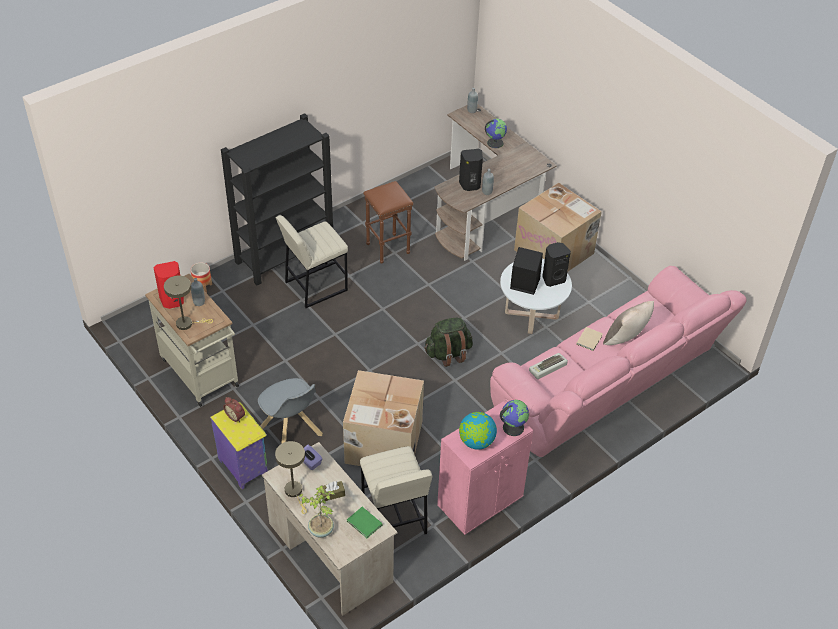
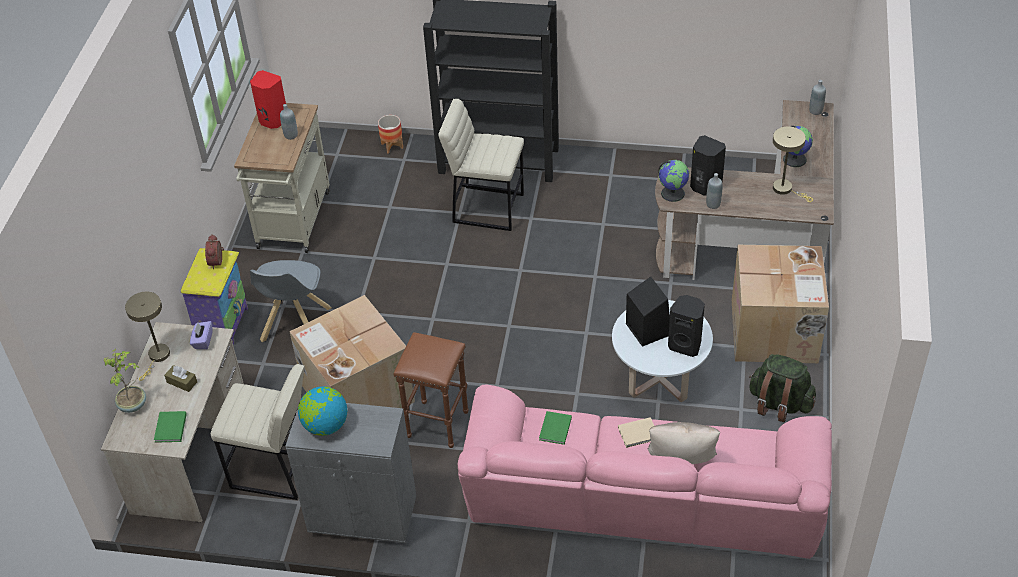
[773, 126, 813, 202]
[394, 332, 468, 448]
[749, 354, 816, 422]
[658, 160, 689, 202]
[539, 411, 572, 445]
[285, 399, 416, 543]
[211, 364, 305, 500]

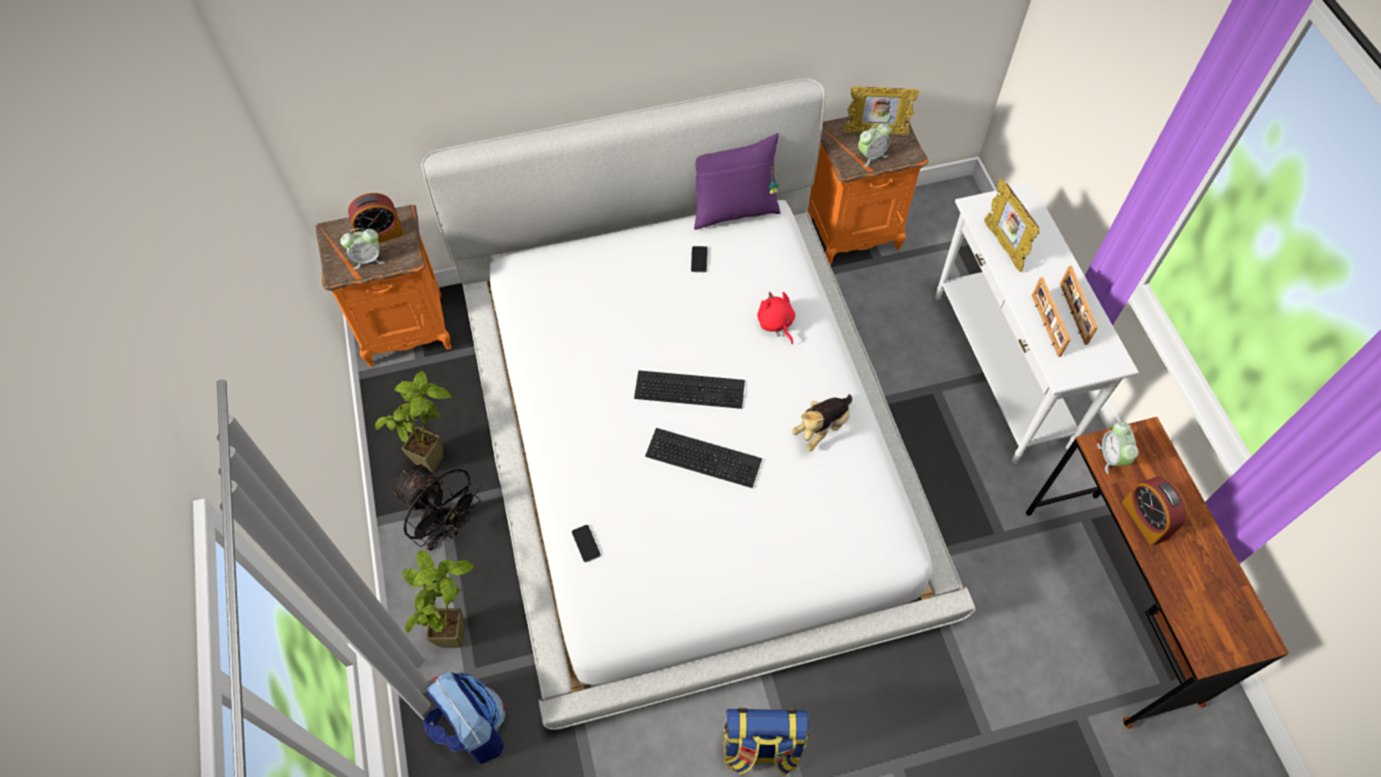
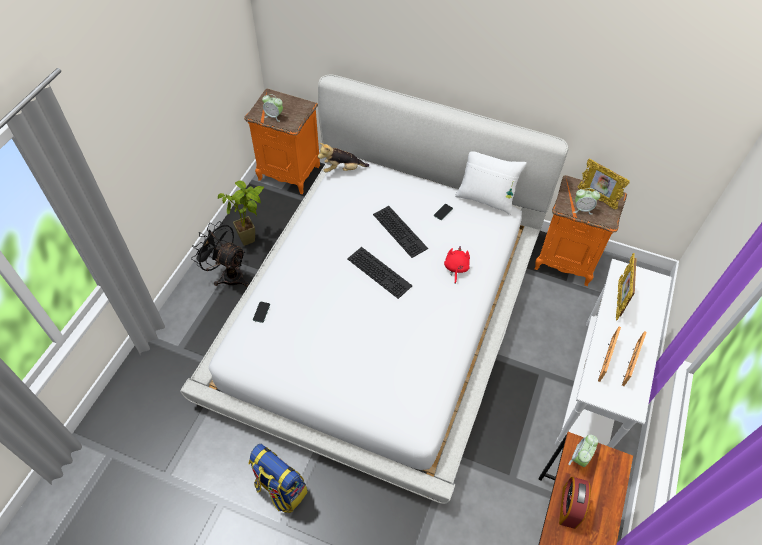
[348, 193, 404, 243] (first image)
[402, 550, 474, 648] (first image)
[423, 672, 505, 764] (first image)
[373, 206, 428, 258]
[318, 143, 369, 173]
[455, 151, 527, 215]
[191, 221, 249, 287]

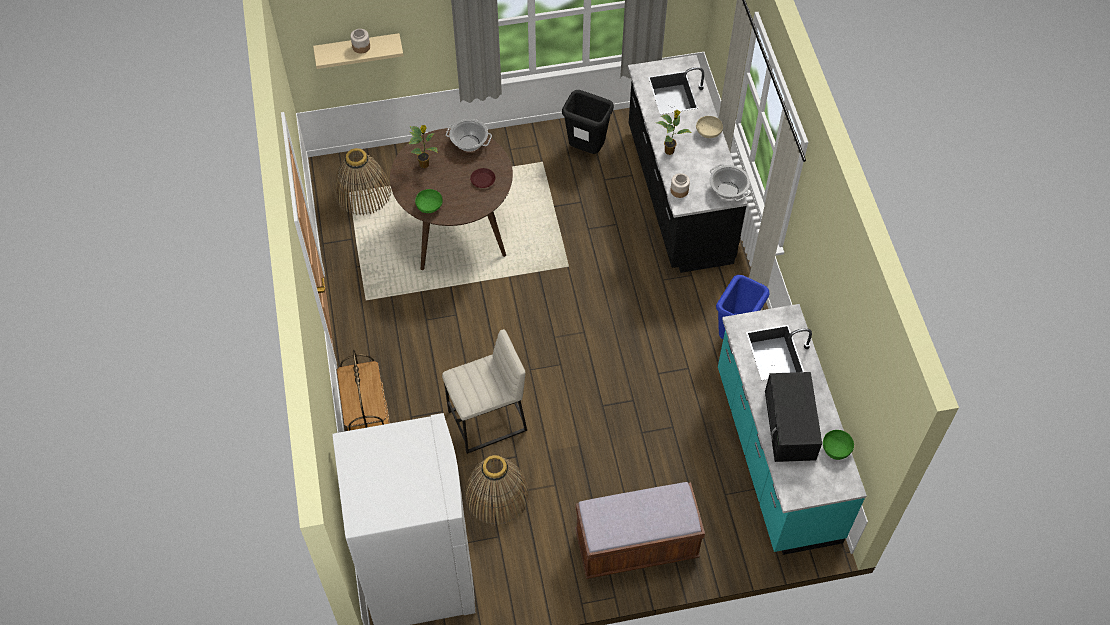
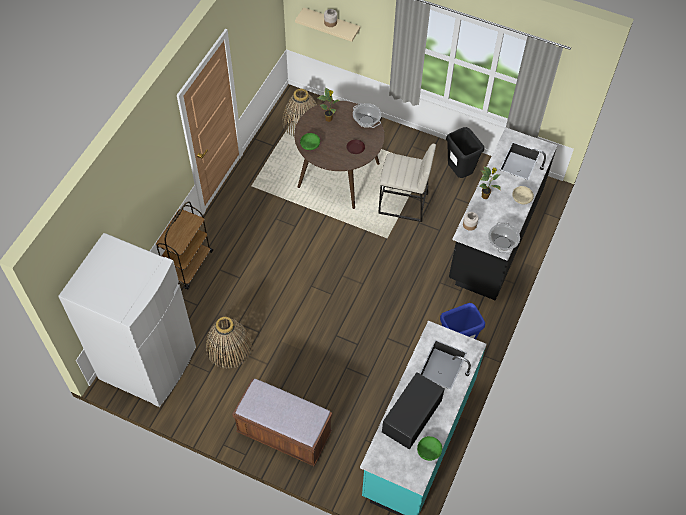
[378, 144, 436, 222]

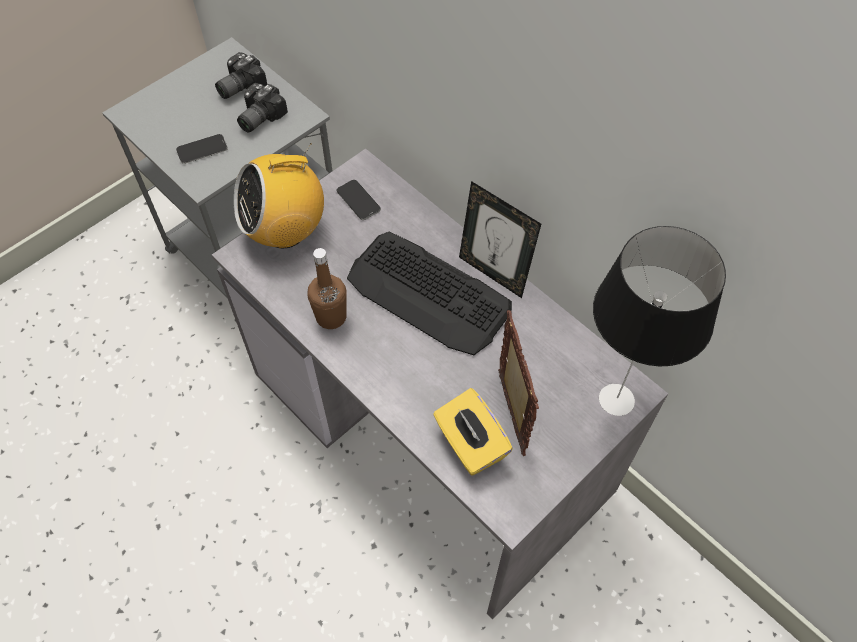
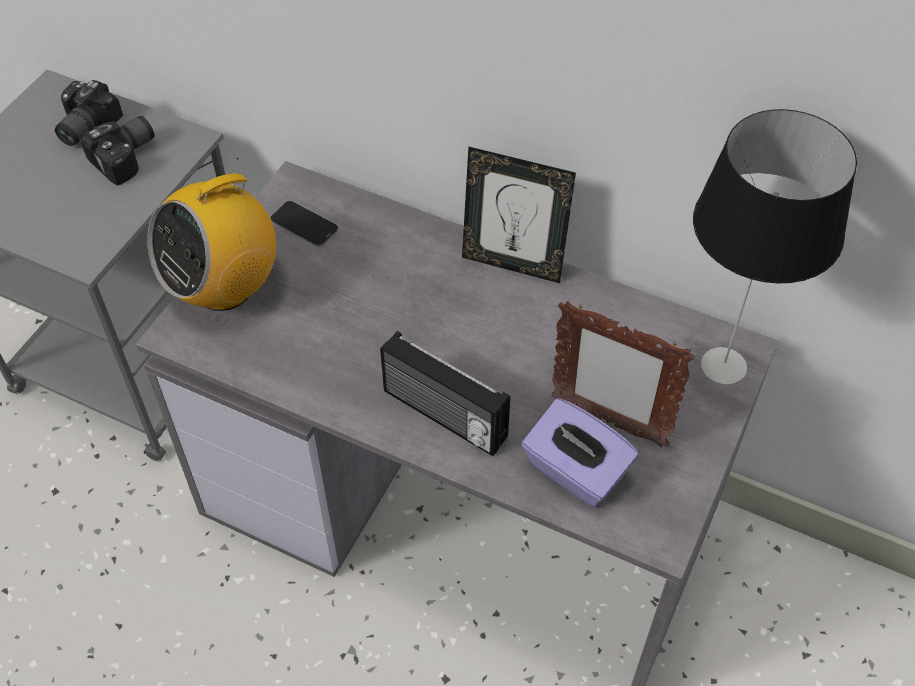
[176, 134, 228, 164] (first image)
[307, 248, 347, 329] (first image)
[347, 231, 512, 355] (first image)
[380, 331, 510, 456]
[522, 398, 639, 507]
[81, 116, 155, 185]
[551, 301, 695, 447]

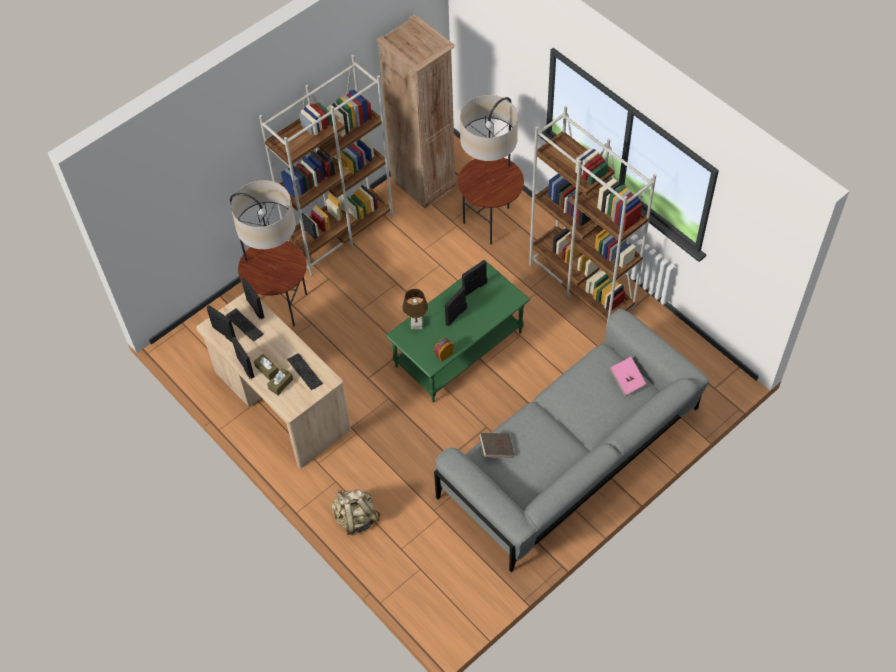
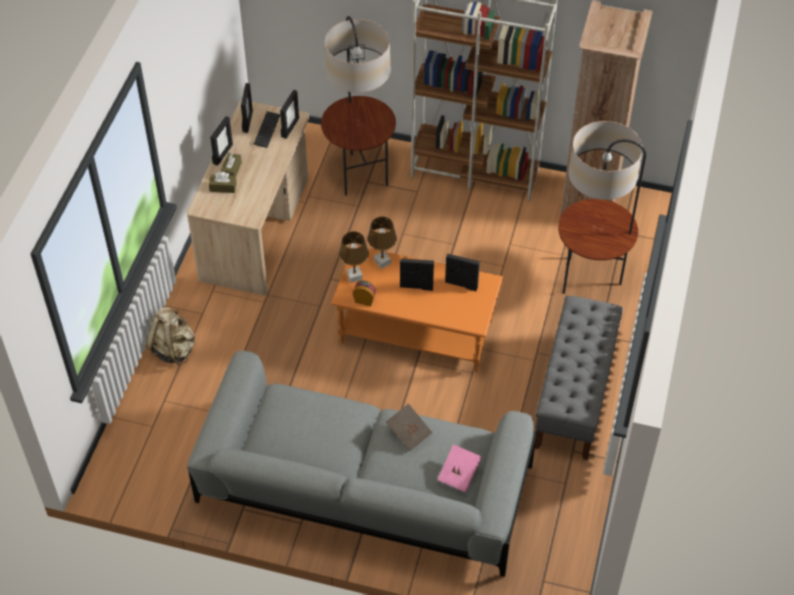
[287, 353, 323, 390] (first image)
[339, 231, 369, 283]
[386, 403, 433, 451]
[535, 295, 623, 460]
[331, 246, 503, 372]

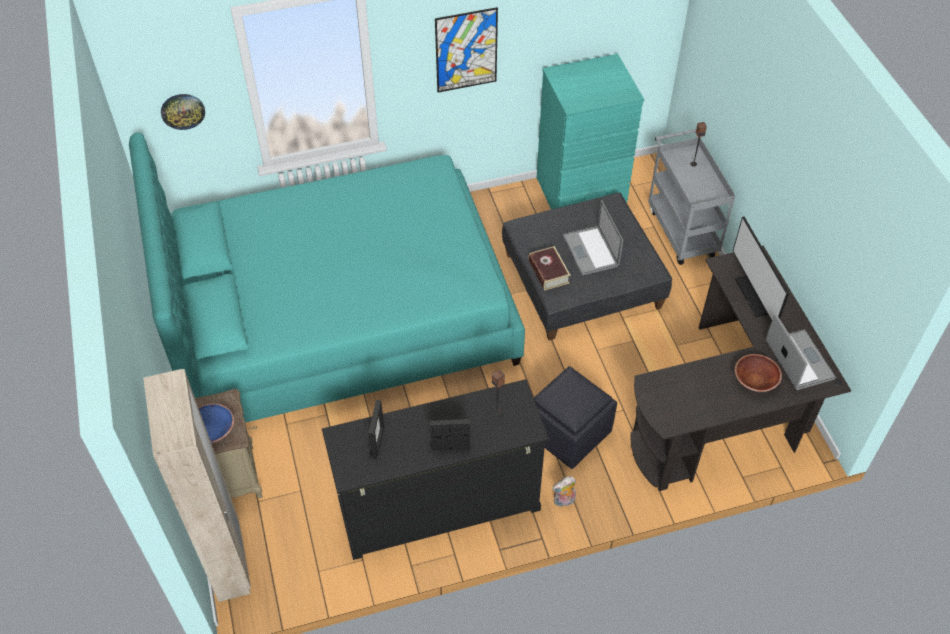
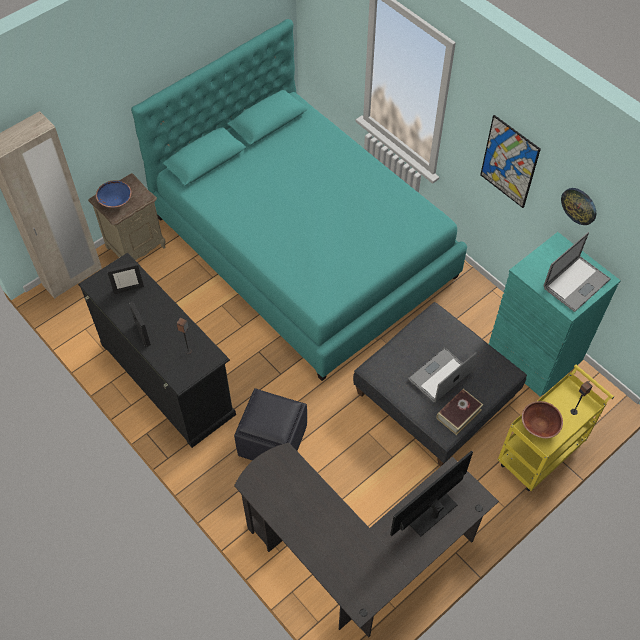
[552, 476, 576, 507] (first image)
[561, 188, 596, 225]
[437, 389, 483, 435]
[522, 401, 563, 439]
[543, 232, 610, 312]
[498, 364, 614, 491]

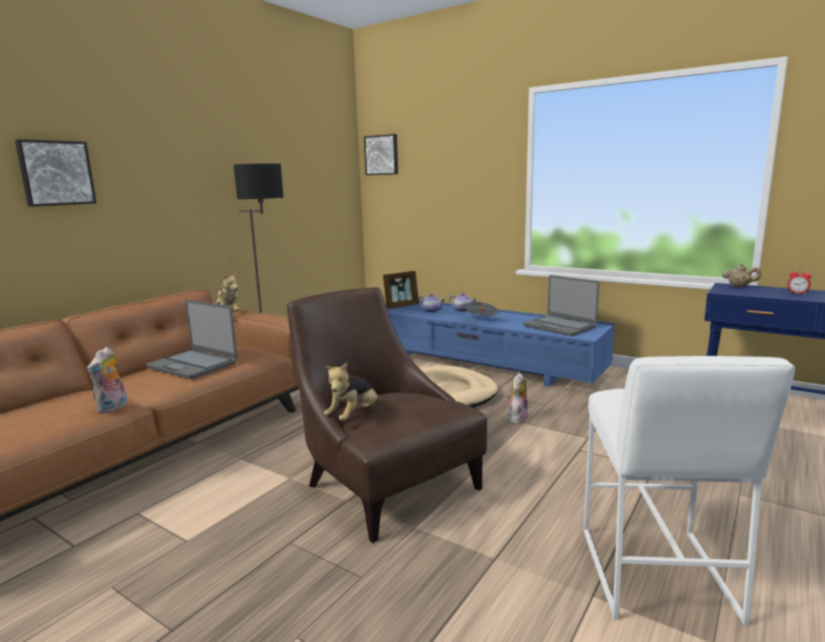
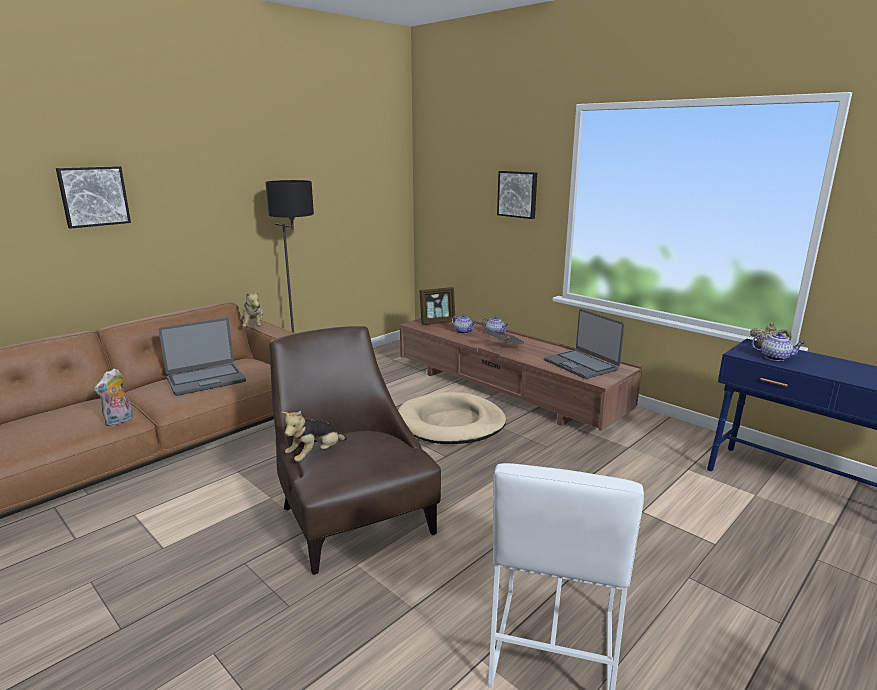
[507, 373, 528, 424] (first image)
[788, 268, 811, 294] (first image)
[752, 332, 805, 361]
[497, 171, 537, 219]
[400, 315, 642, 431]
[159, 318, 246, 396]

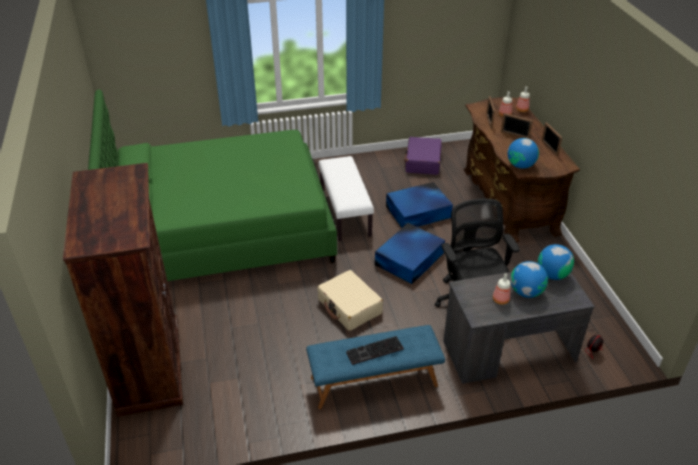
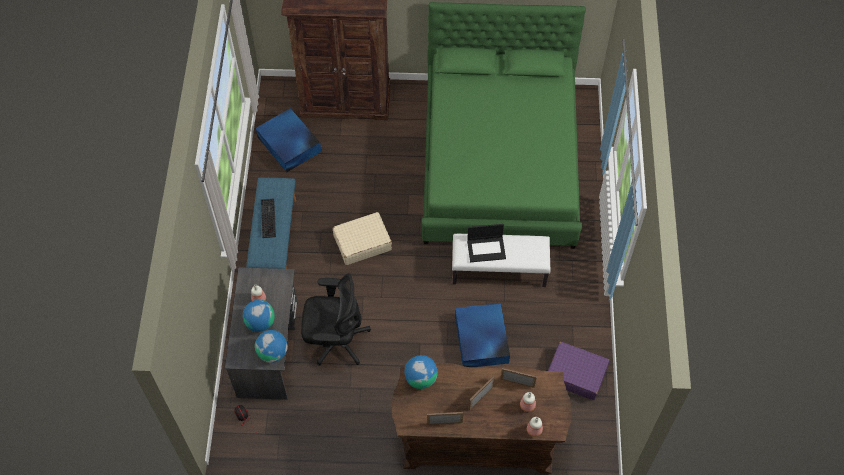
[467, 224, 506, 262]
[256, 108, 321, 172]

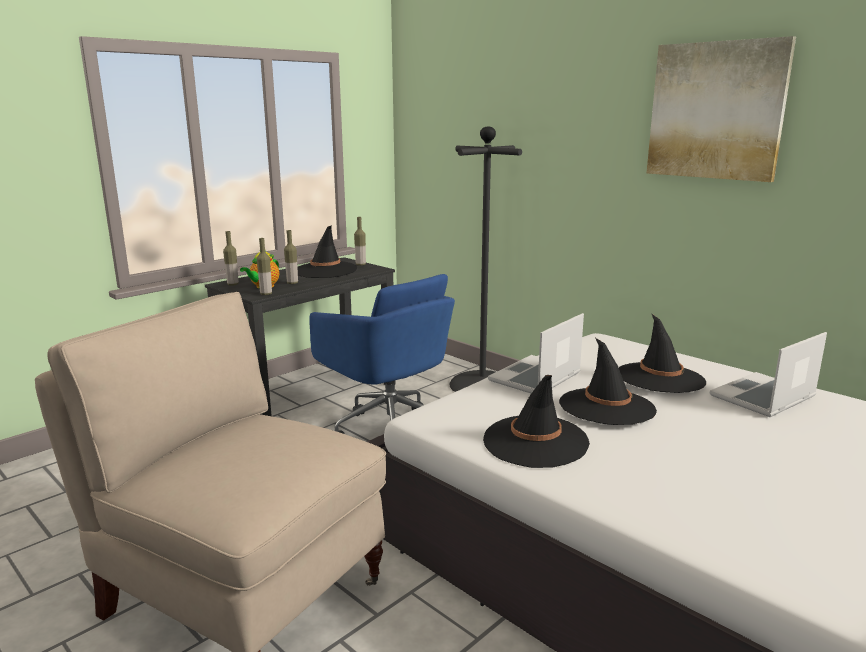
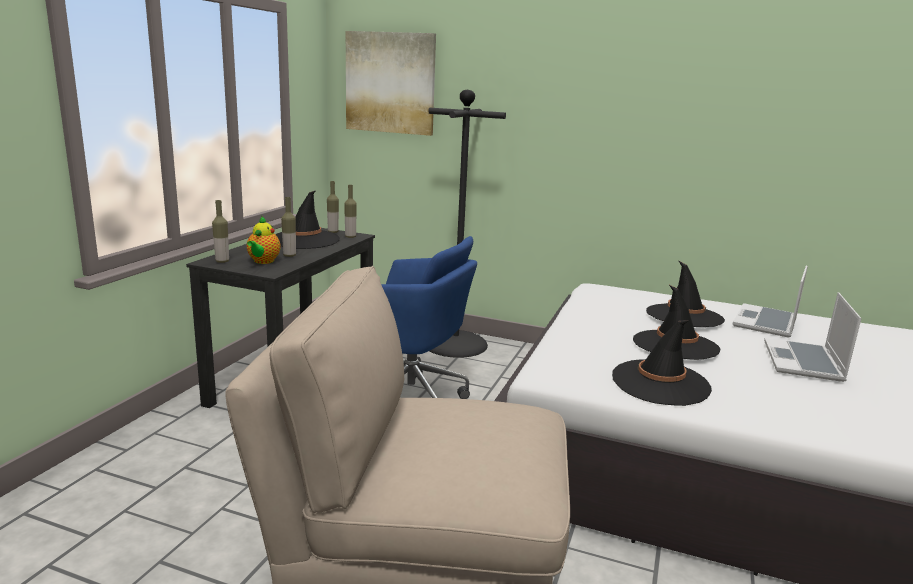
[344, 185, 357, 238]
[764, 292, 861, 382]
[346, 31, 436, 136]

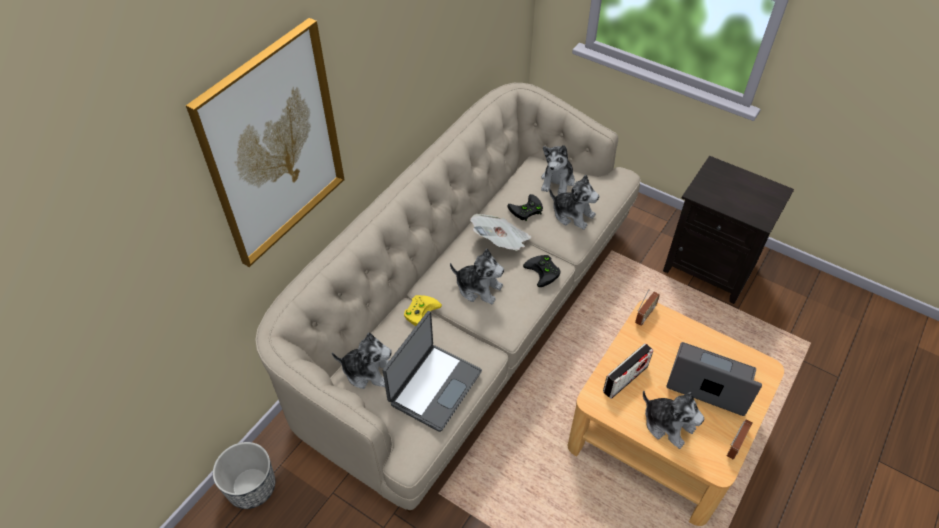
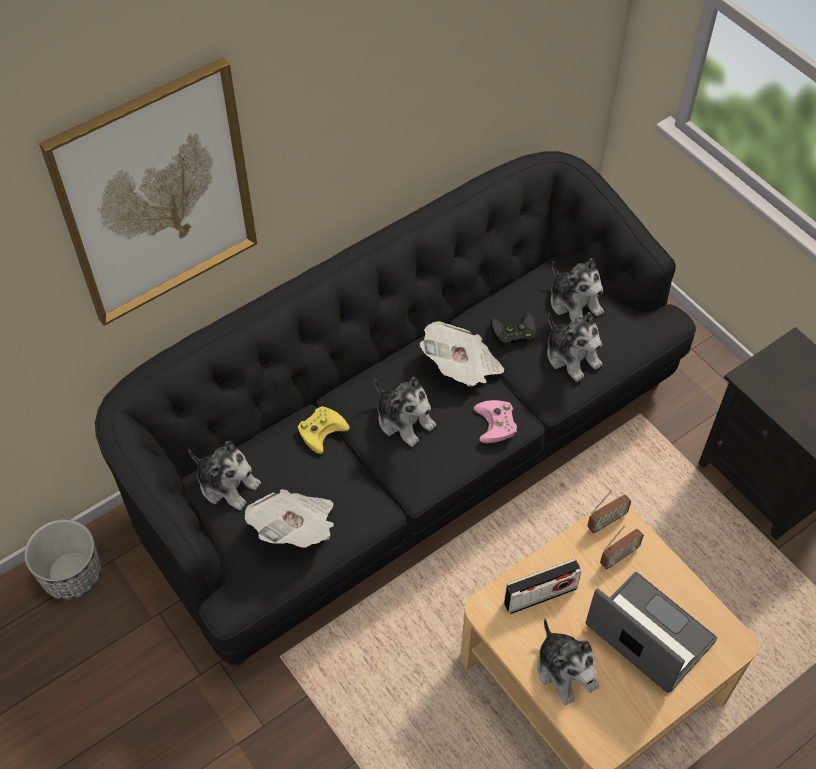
[600, 526, 644, 569]
[245, 489, 334, 548]
[95, 151, 696, 667]
[473, 400, 517, 443]
[550, 258, 604, 321]

